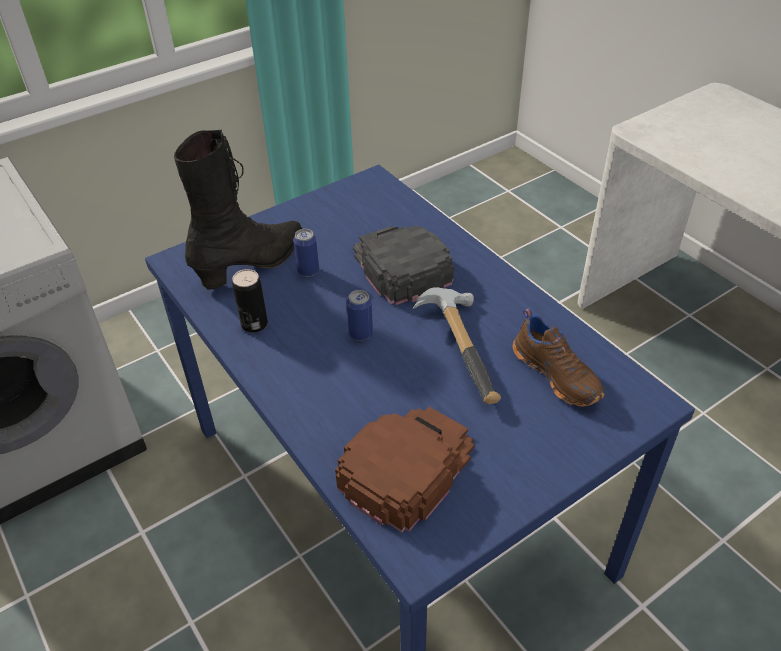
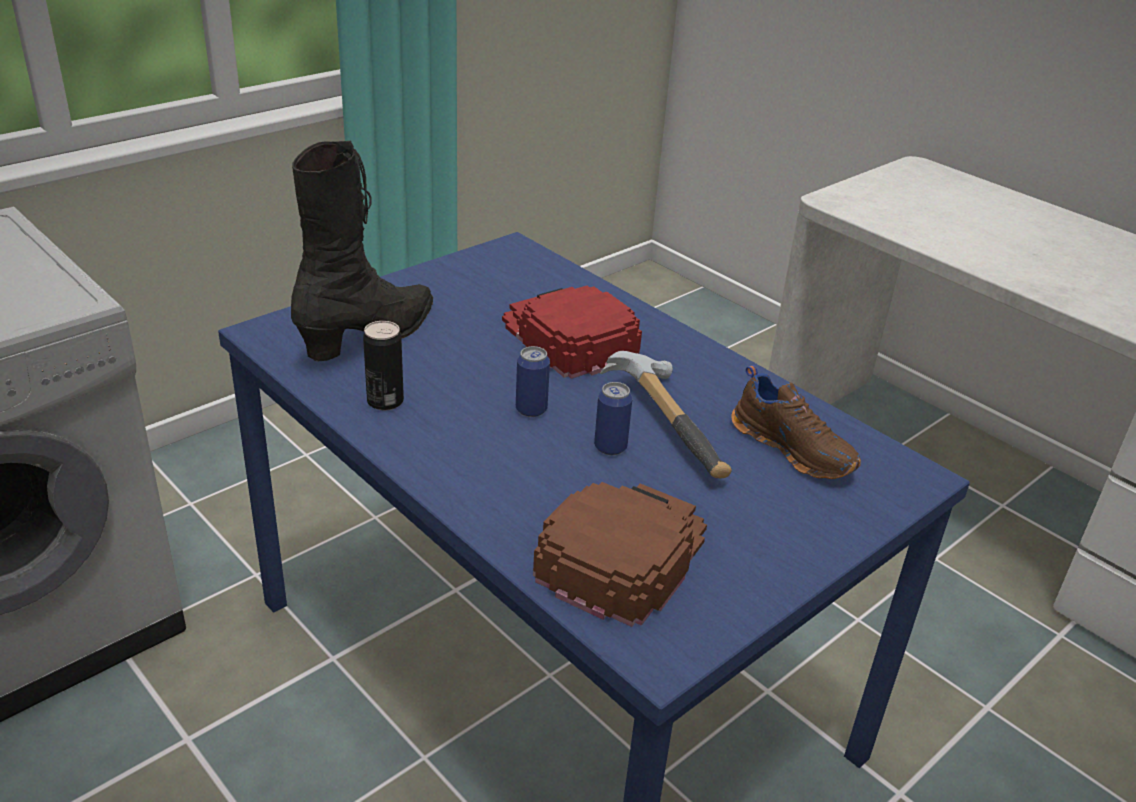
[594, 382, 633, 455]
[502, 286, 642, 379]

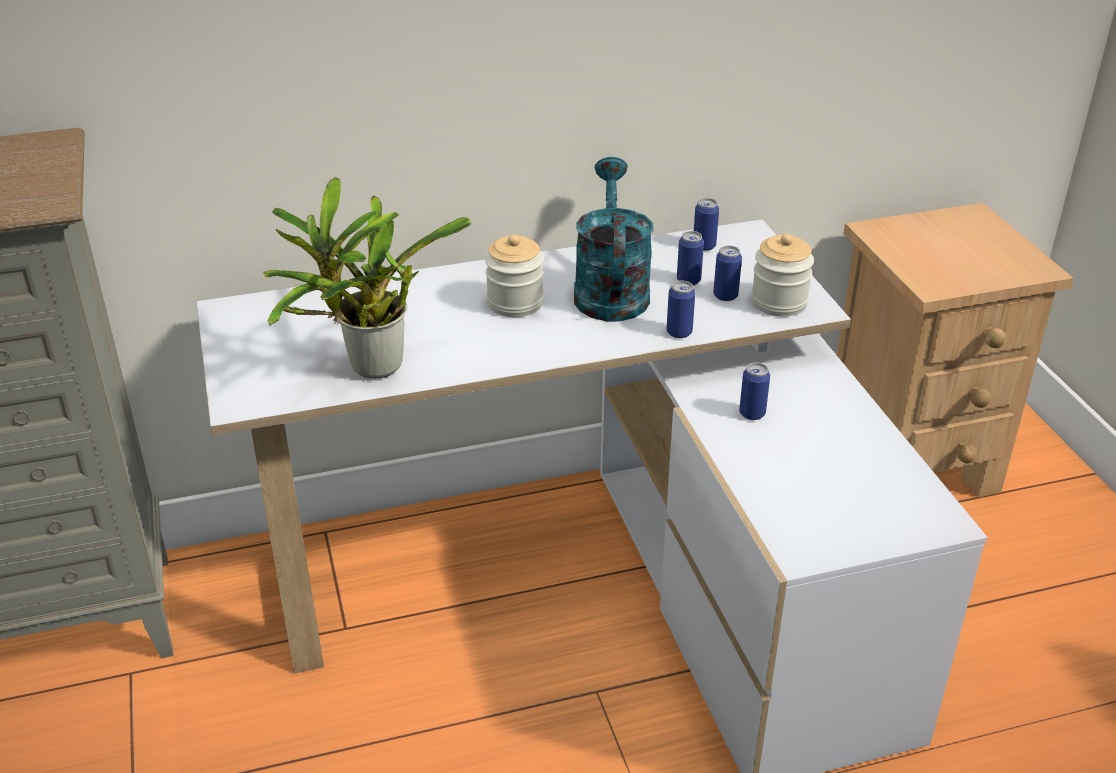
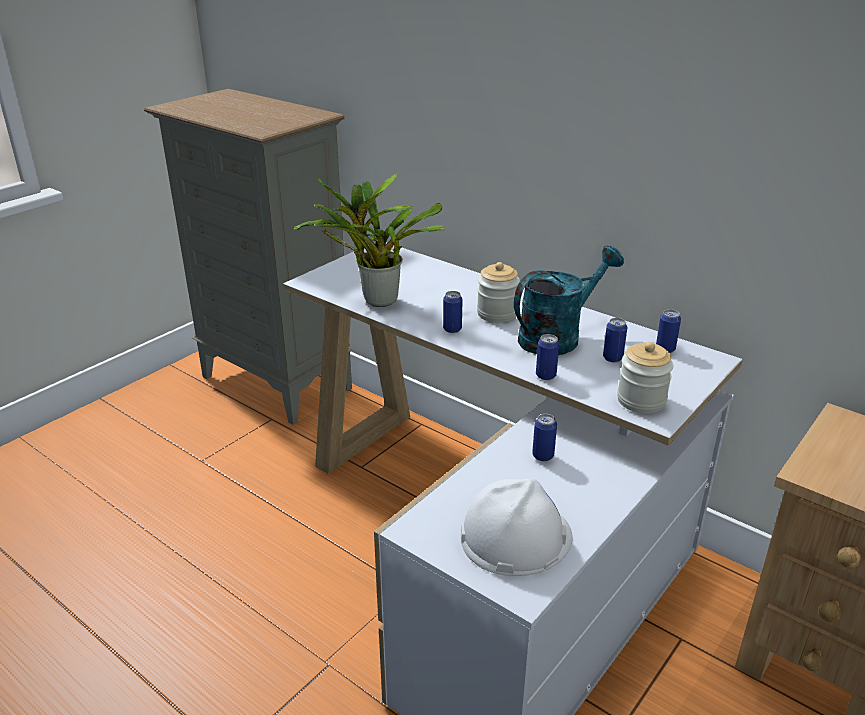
[461, 478, 573, 576]
[443, 291, 463, 333]

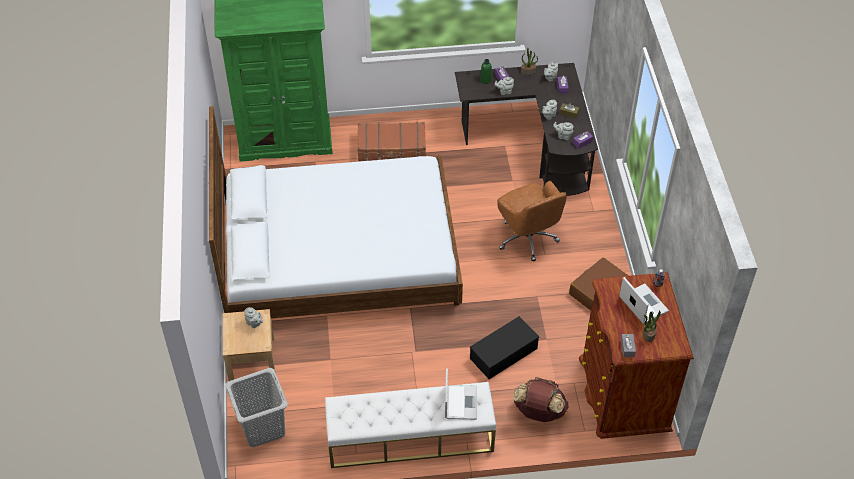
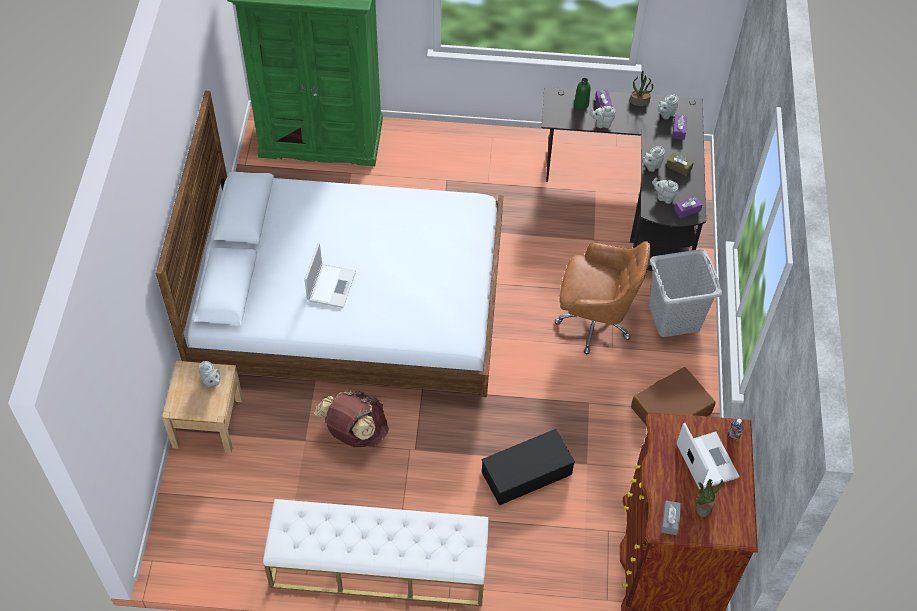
[357, 122, 426, 161] (first image)
[649, 249, 722, 337]
[304, 243, 356, 308]
[315, 391, 389, 447]
[555, 241, 651, 354]

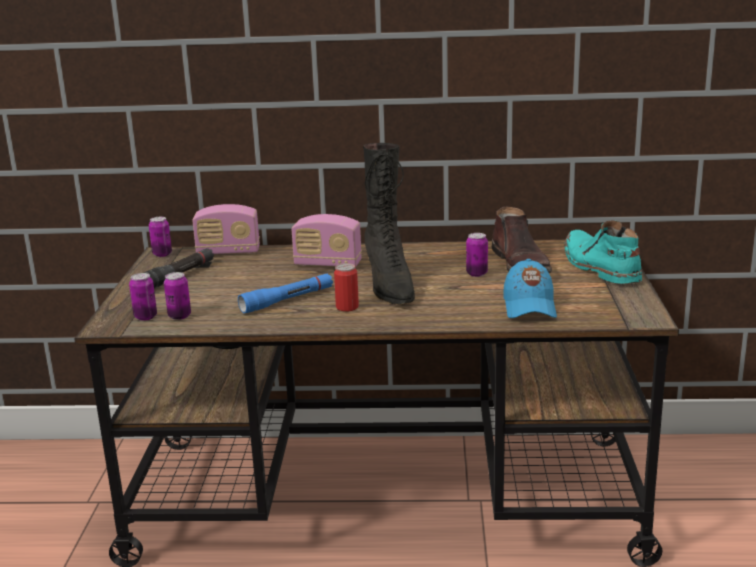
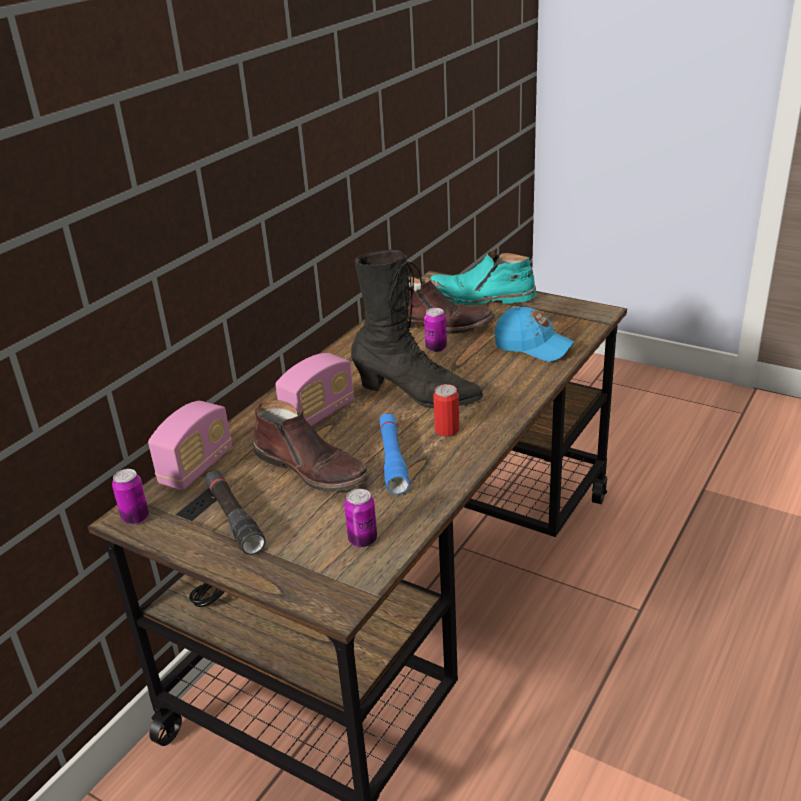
[129, 273, 157, 321] (first image)
[253, 400, 371, 492]

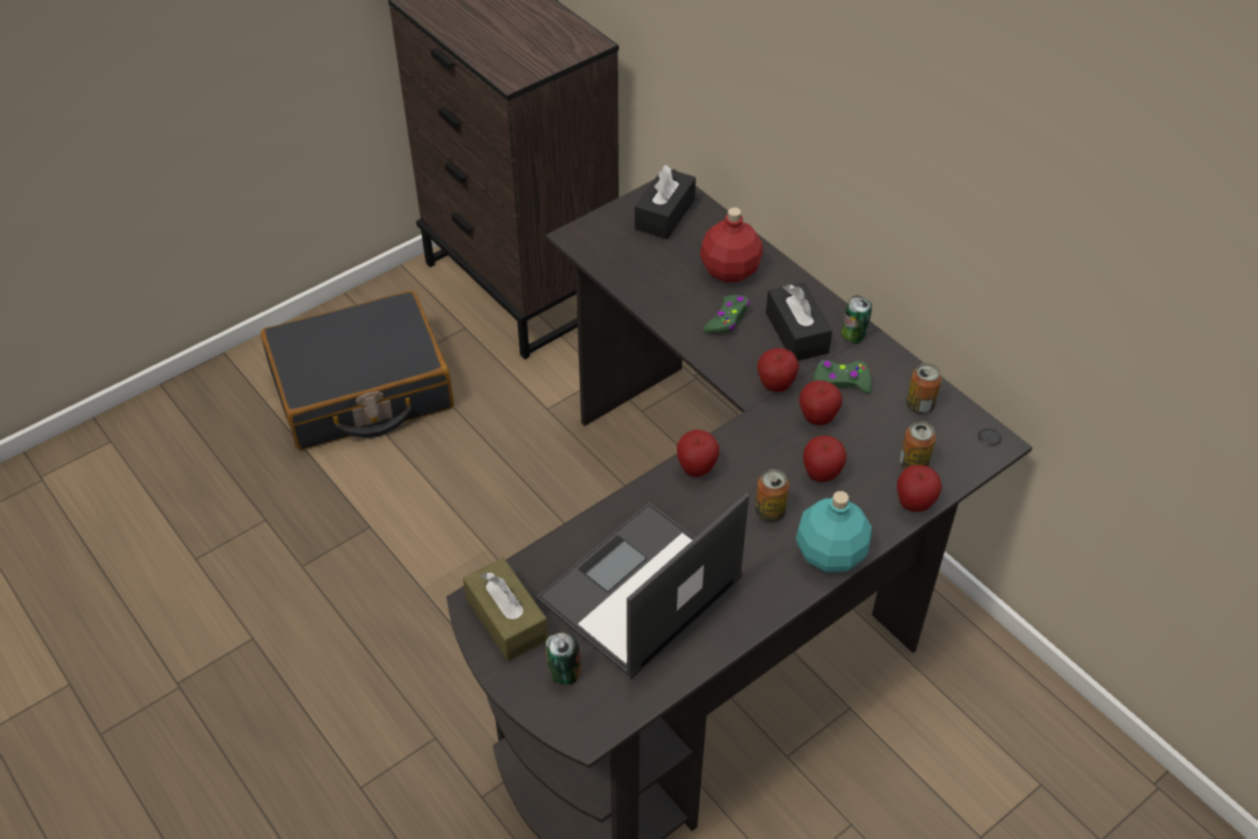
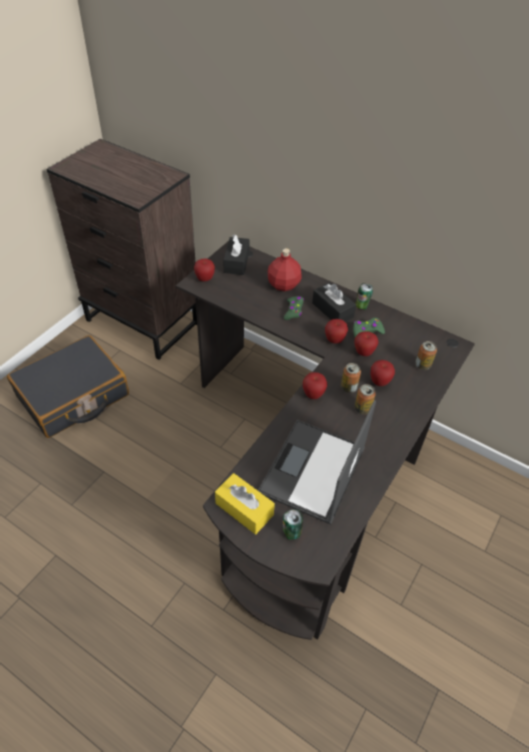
[796, 491, 872, 572] (first image)
[194, 259, 215, 281]
[341, 363, 361, 393]
[215, 473, 275, 534]

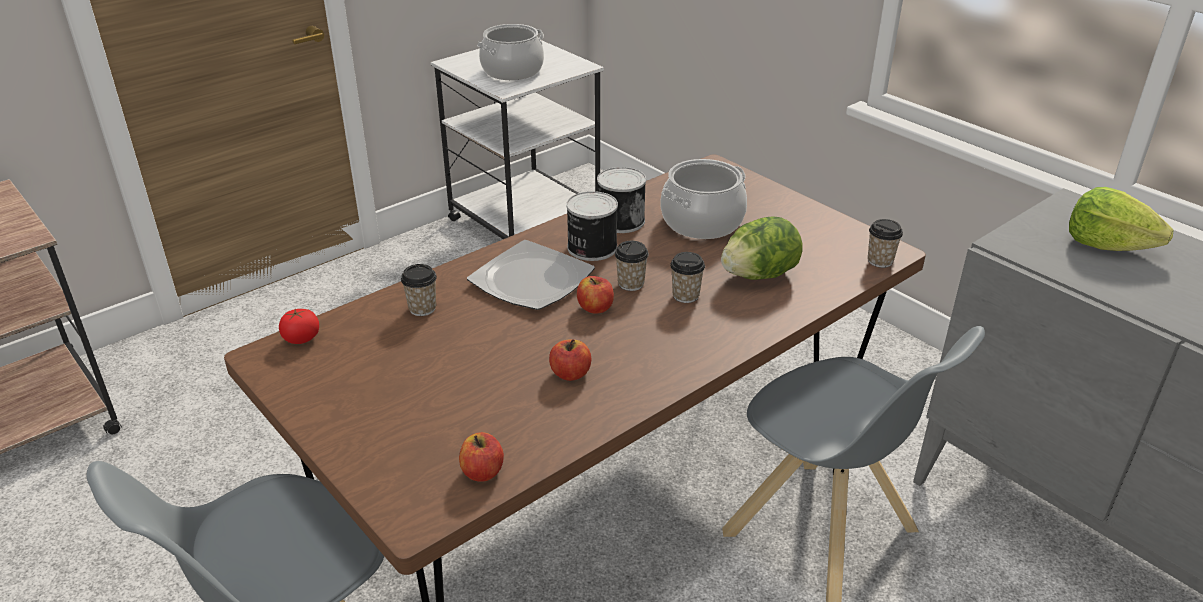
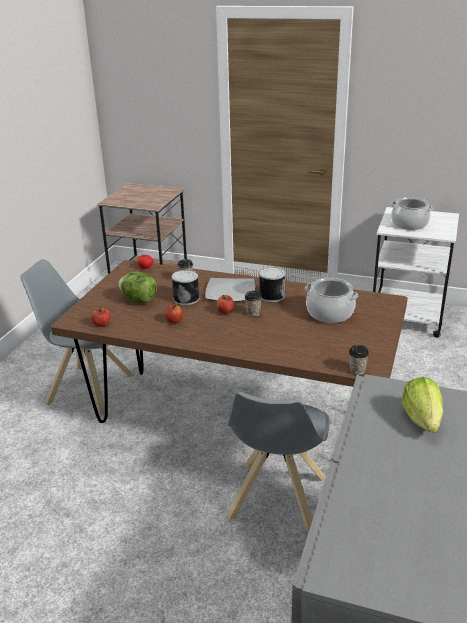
[670, 252, 705, 303] (first image)
[172, 270, 199, 305]
[118, 272, 157, 303]

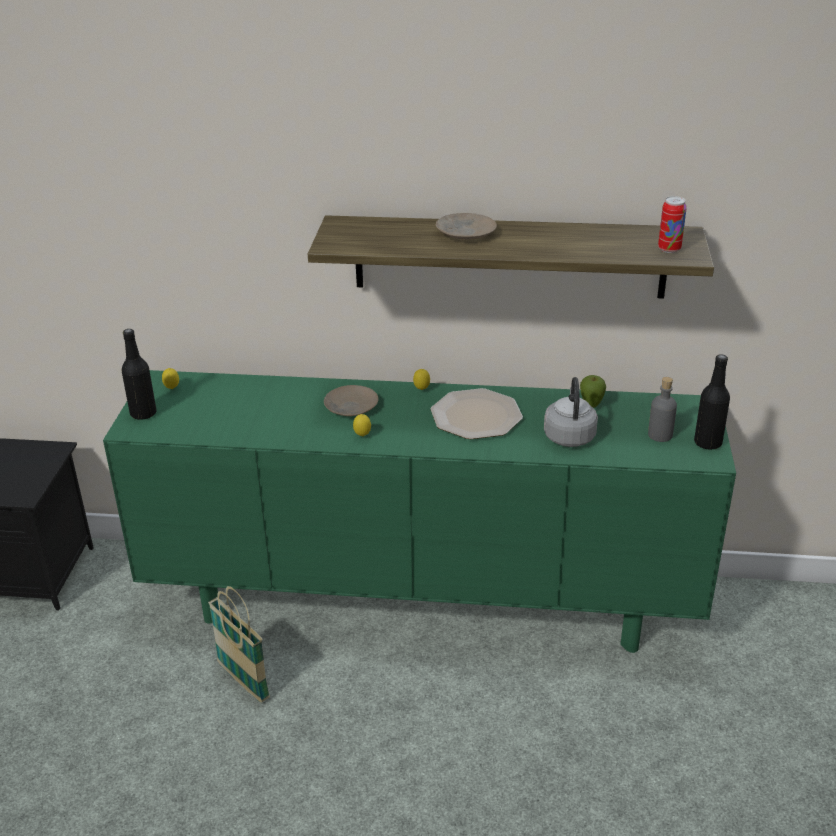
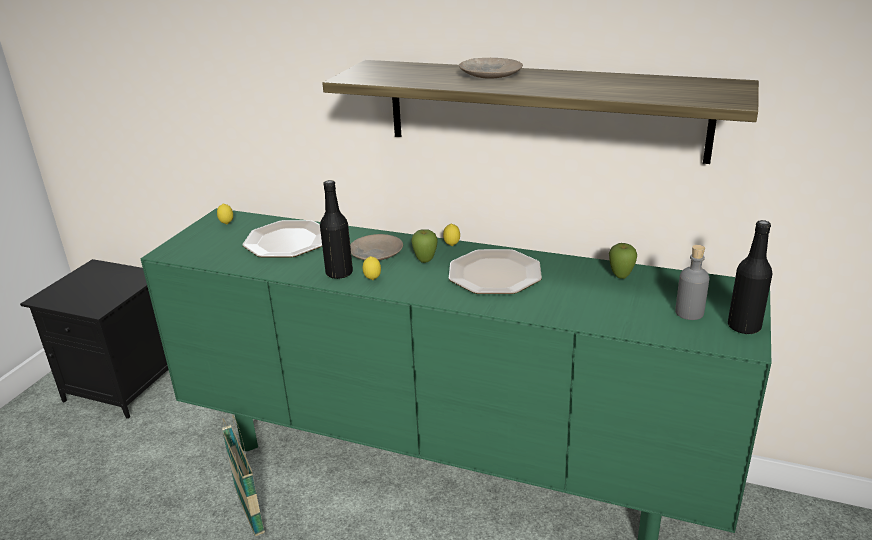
[544, 377, 598, 447] (first image)
[658, 196, 687, 253] (first image)
[242, 220, 322, 258]
[411, 229, 438, 263]
[320, 180, 353, 279]

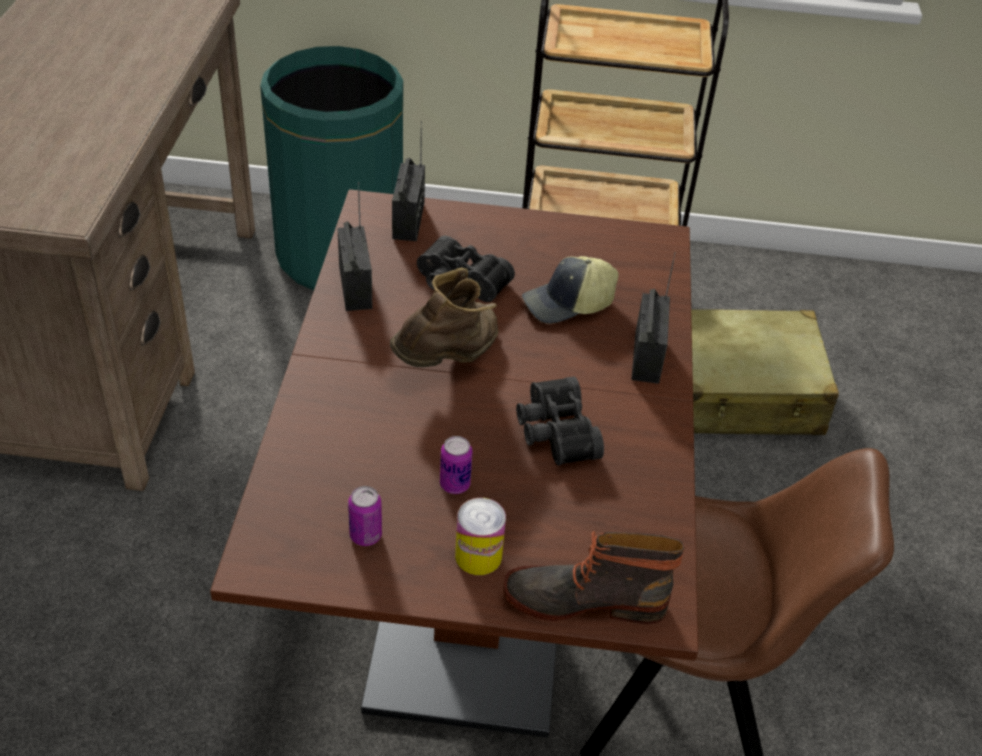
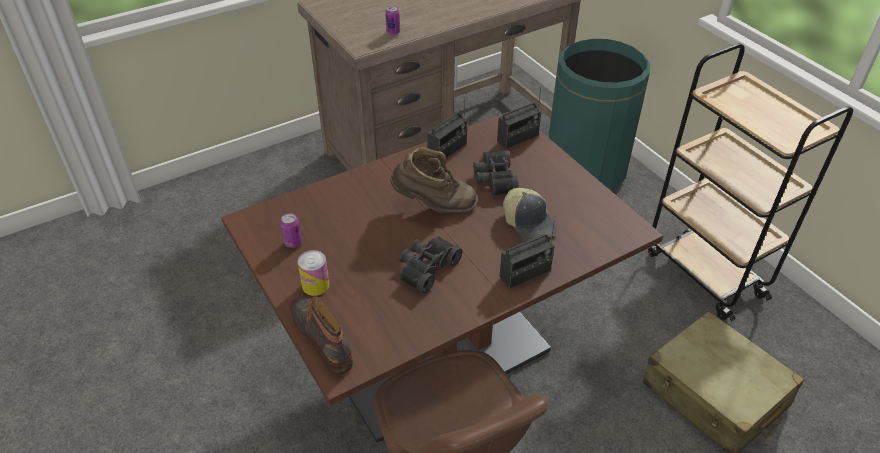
[385, 6, 400, 35]
[503, 188, 557, 242]

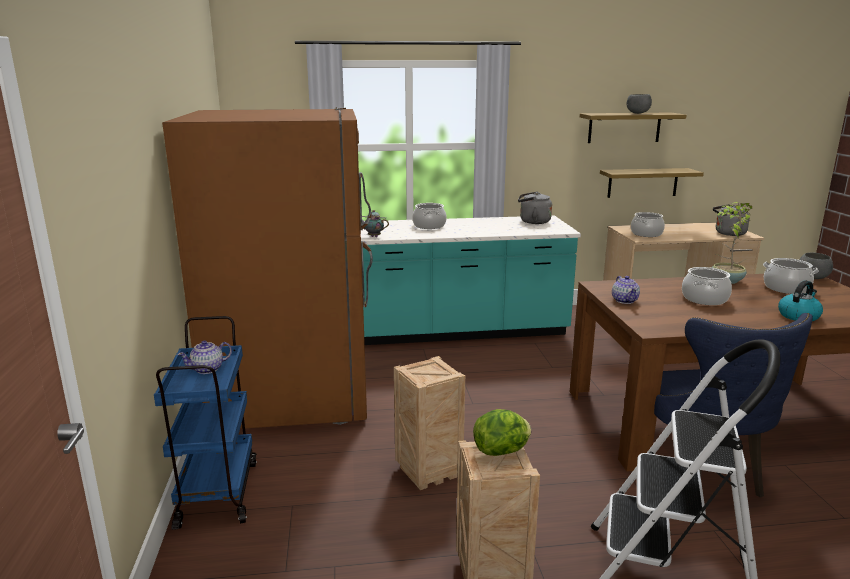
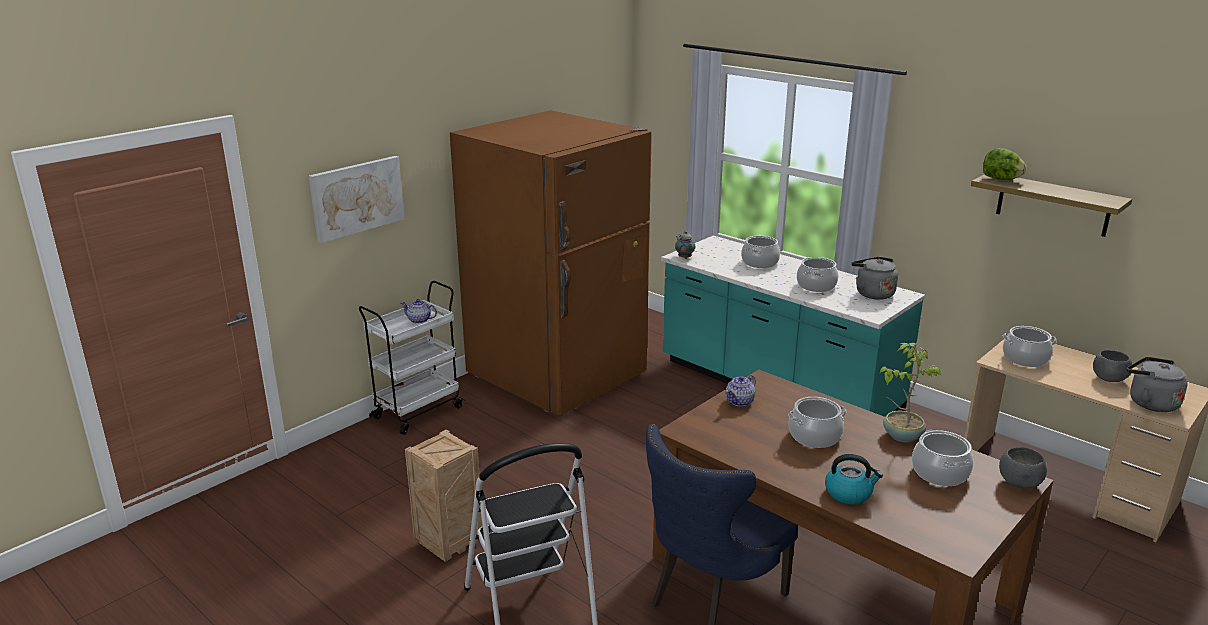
[394, 356, 465, 490] (first image)
[600, 168, 704, 198] (first image)
[309, 156, 405, 243]
[797, 257, 838, 292]
[983, 148, 1026, 180]
[1093, 350, 1132, 382]
[359, 281, 465, 435]

